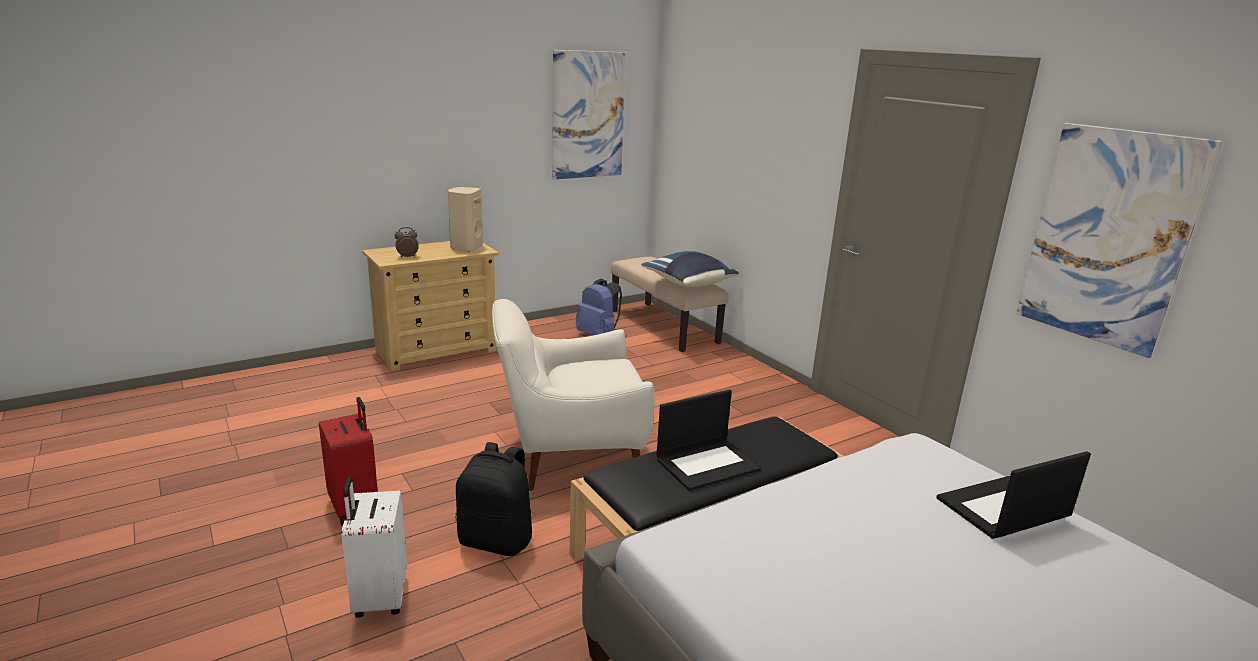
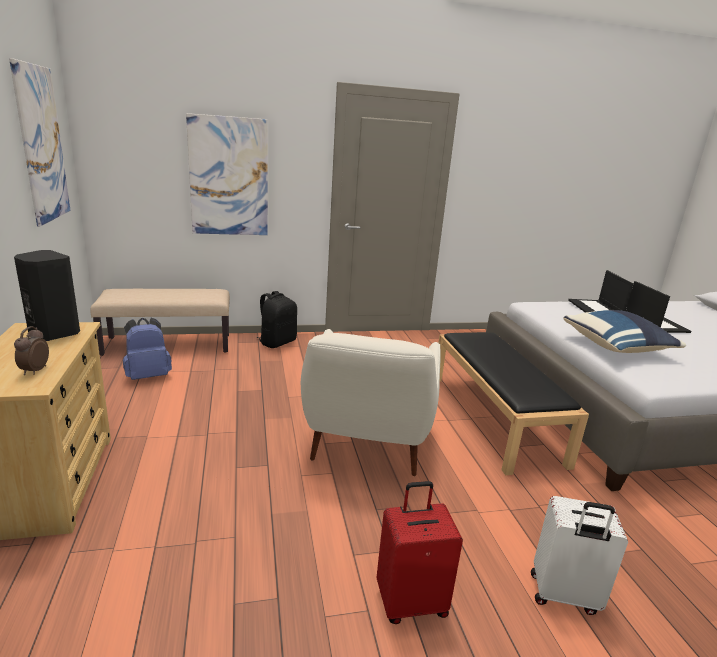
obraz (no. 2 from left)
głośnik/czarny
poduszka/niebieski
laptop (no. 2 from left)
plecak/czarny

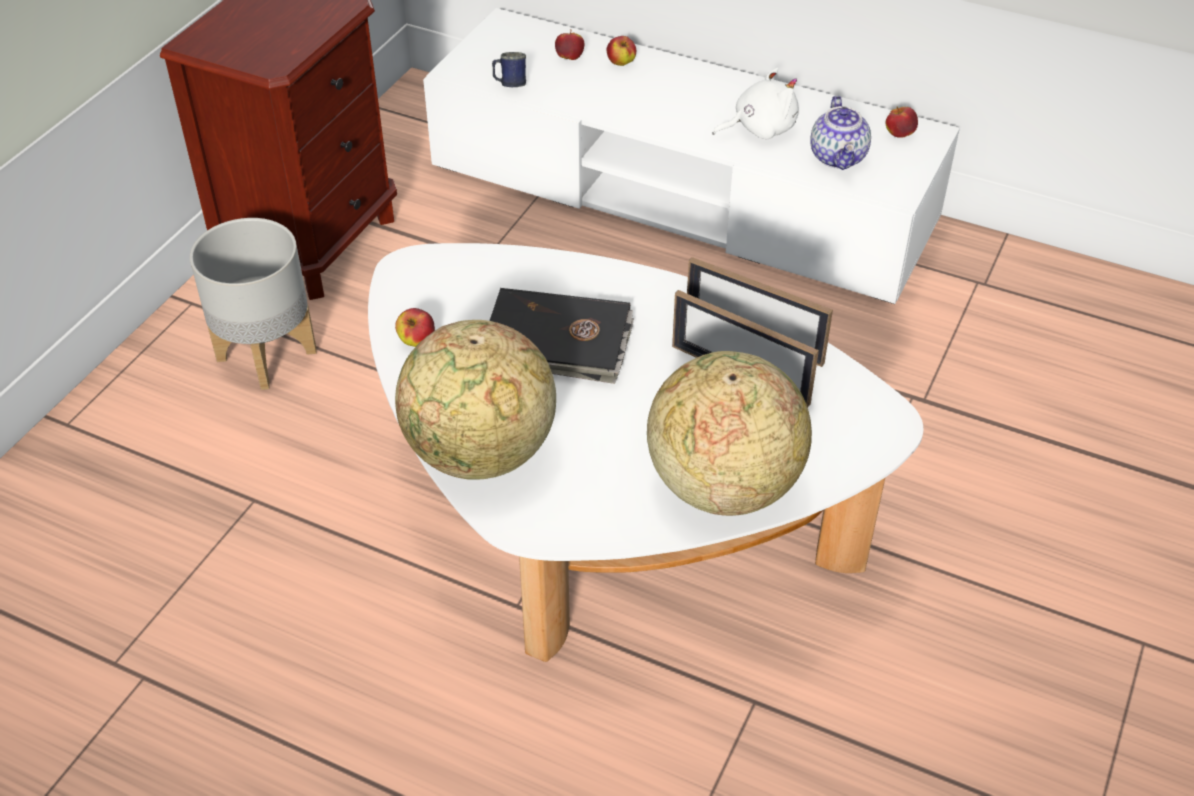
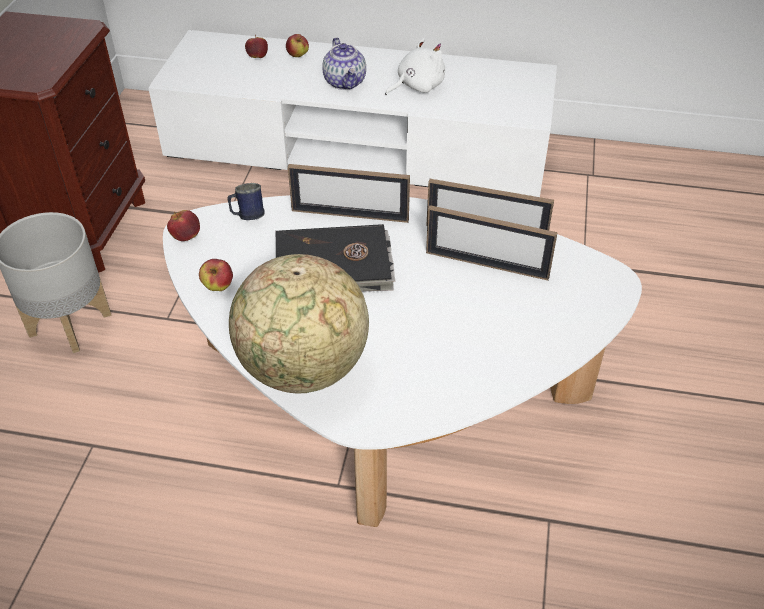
kubek/niebieski
imbryk
jabłko (no. 1 from left)
globus (no. 2 from left in the first image)
ramka na zdjęcie (no. 1 from left)

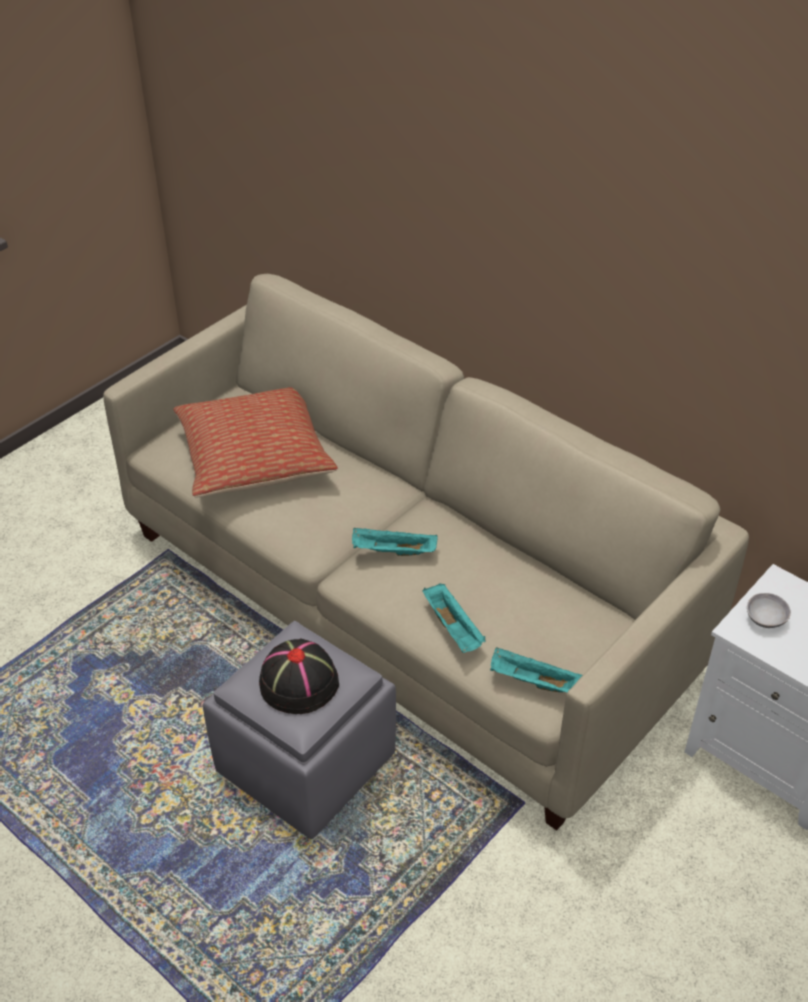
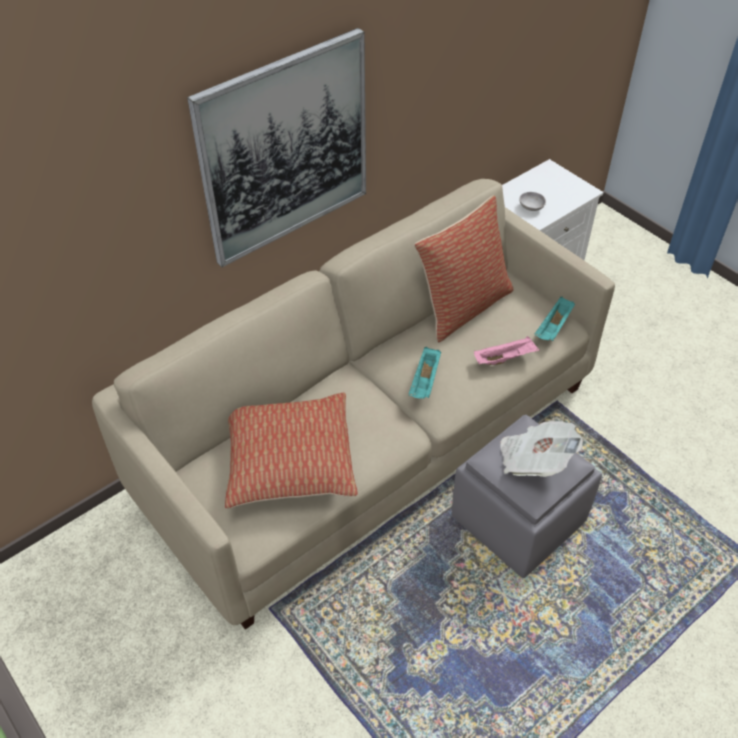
taca/różowy
gazeta
obraz
poduszka (no. 2 from left)

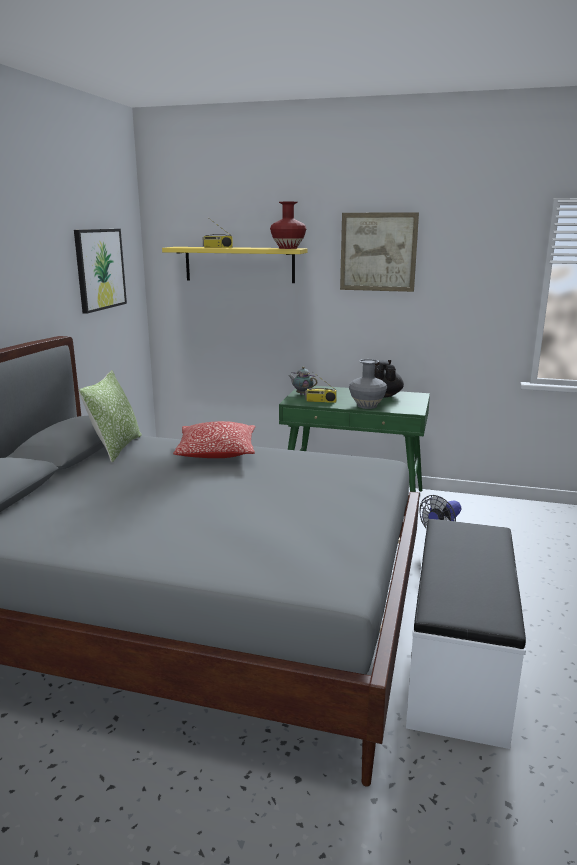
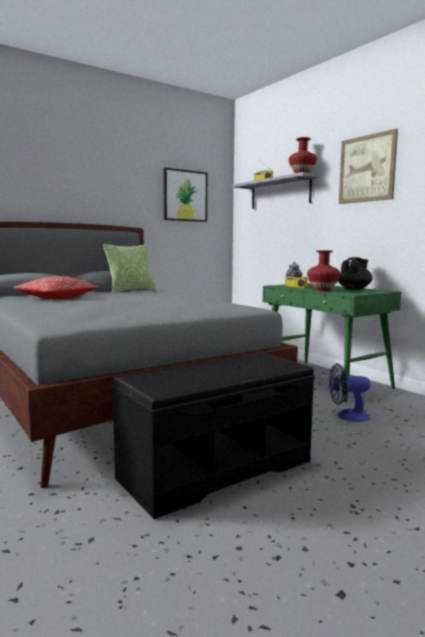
półka/szary
wazon/czerwony (no. 2 from left)
poduszka (no. 1 from left)
ławka/czarny

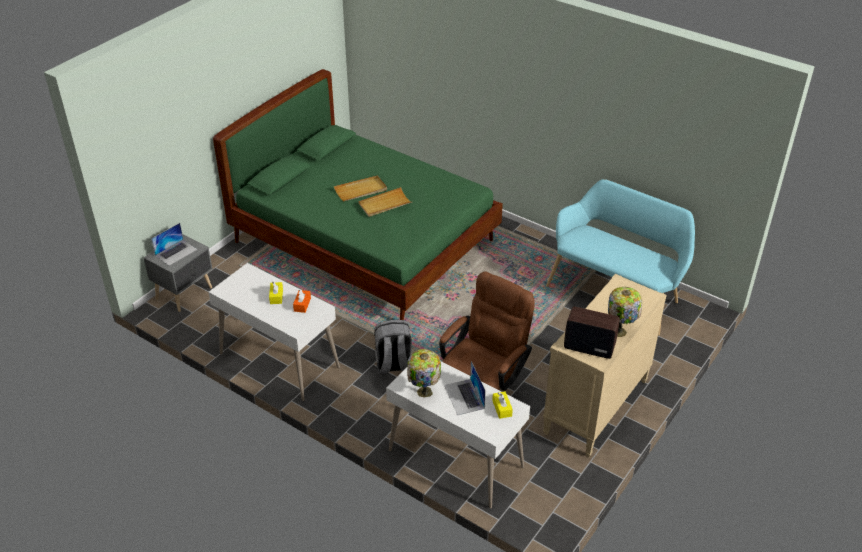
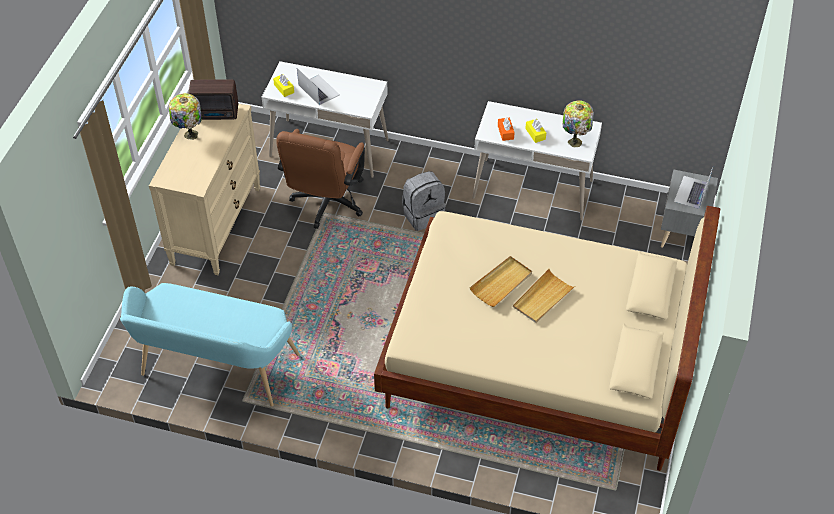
łóżko/beżowy
lampa stołowa (no. 2 from left)

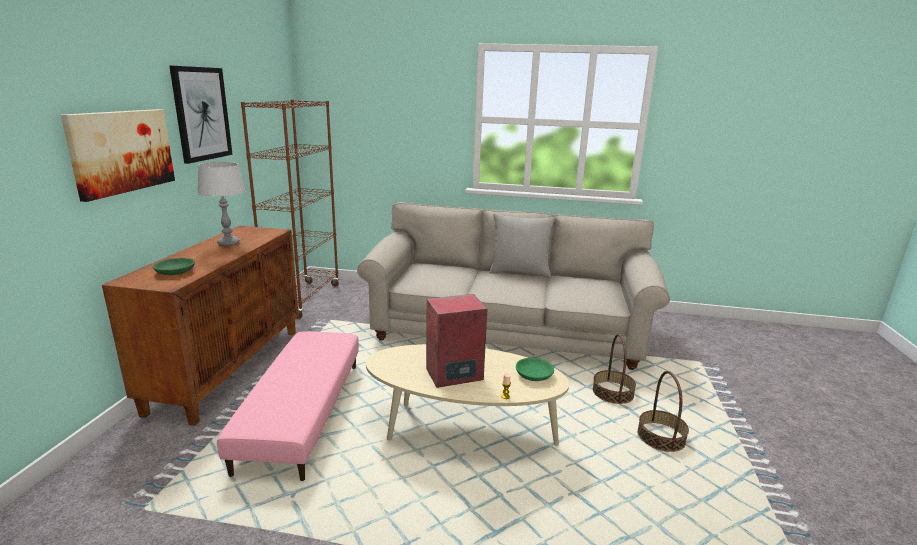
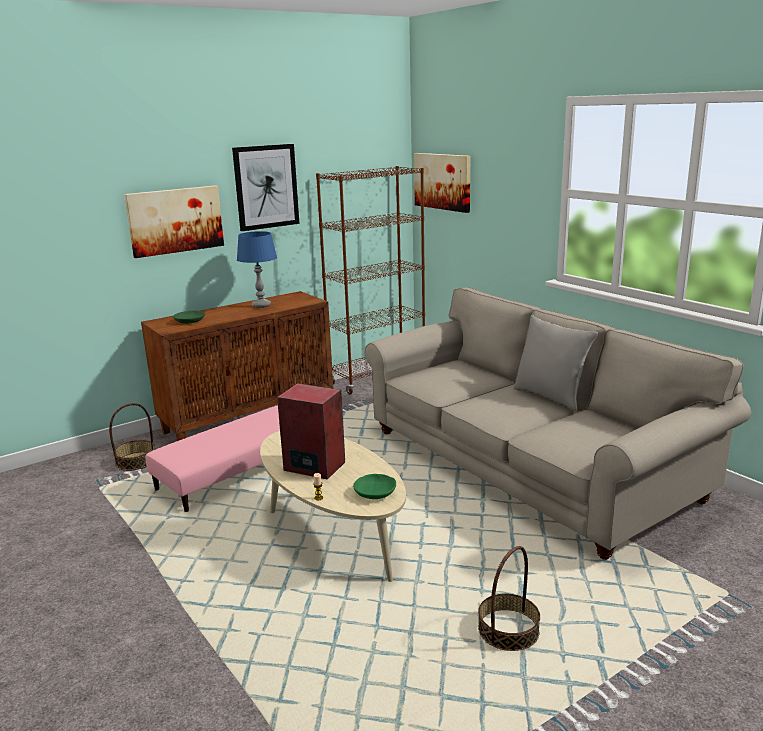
lampa stołowa/niebieski
koszyk (no. 1 from left)
obraz (no. 3 from left)

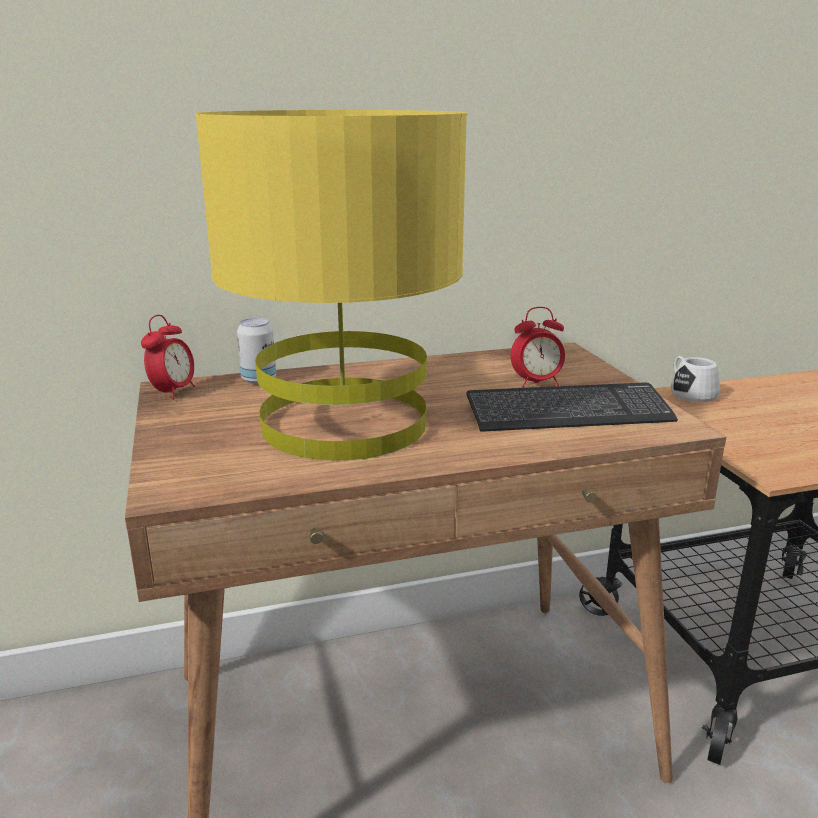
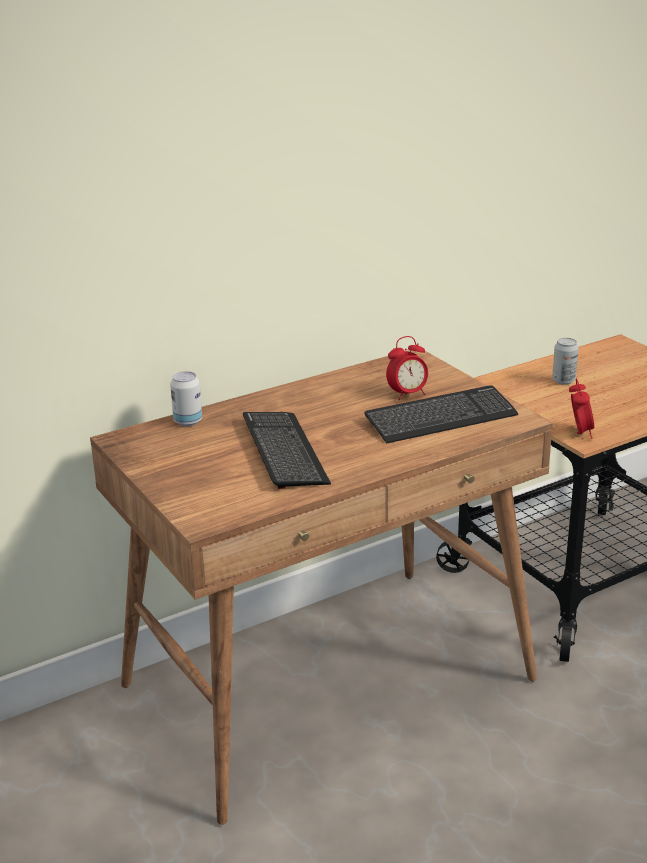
klawiatura (no. 1 from left)
budzik (no. 2 from left)
kubek/biały
puszka (no. 2 from left)

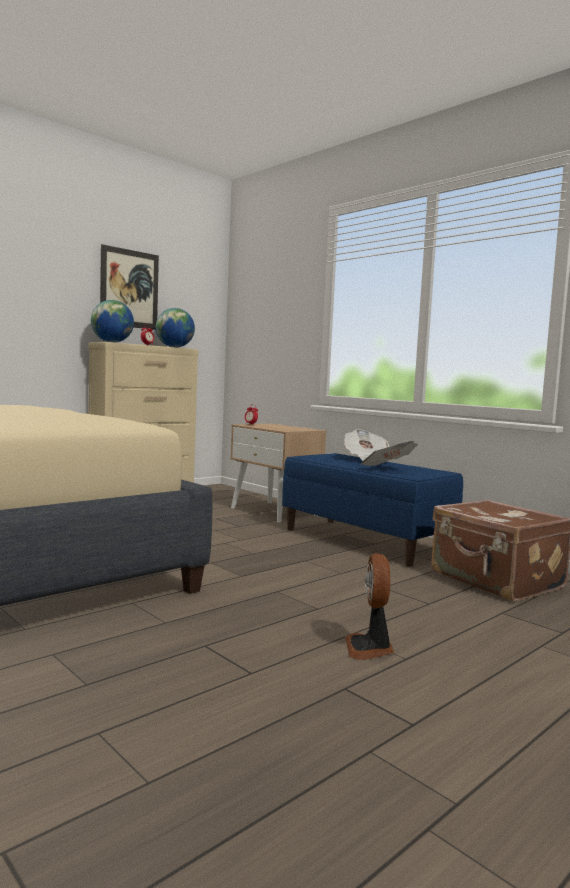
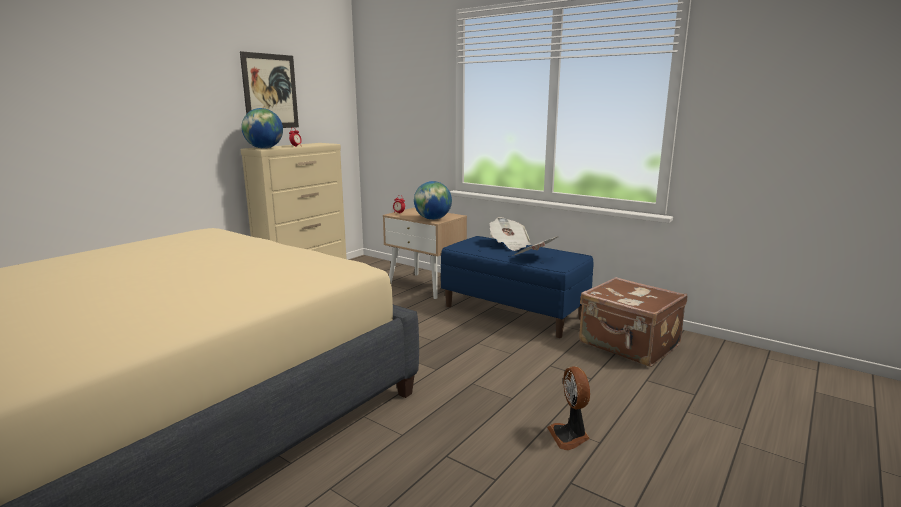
globus (no. 2 from left)

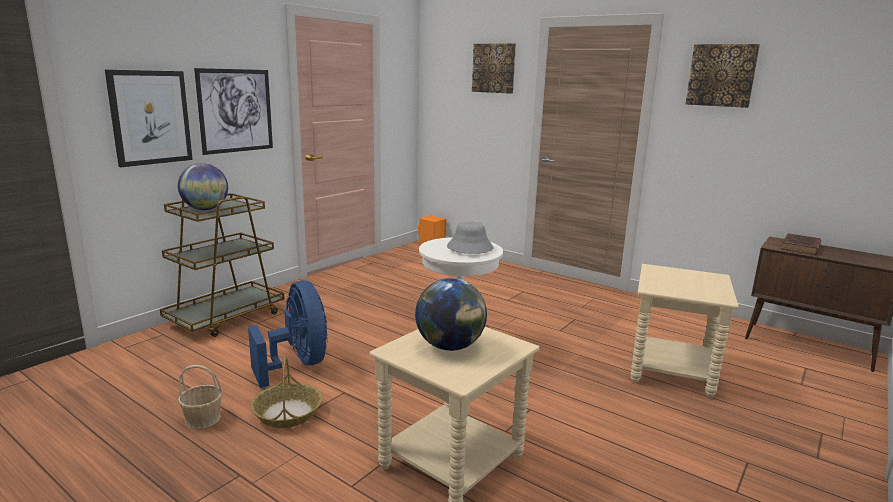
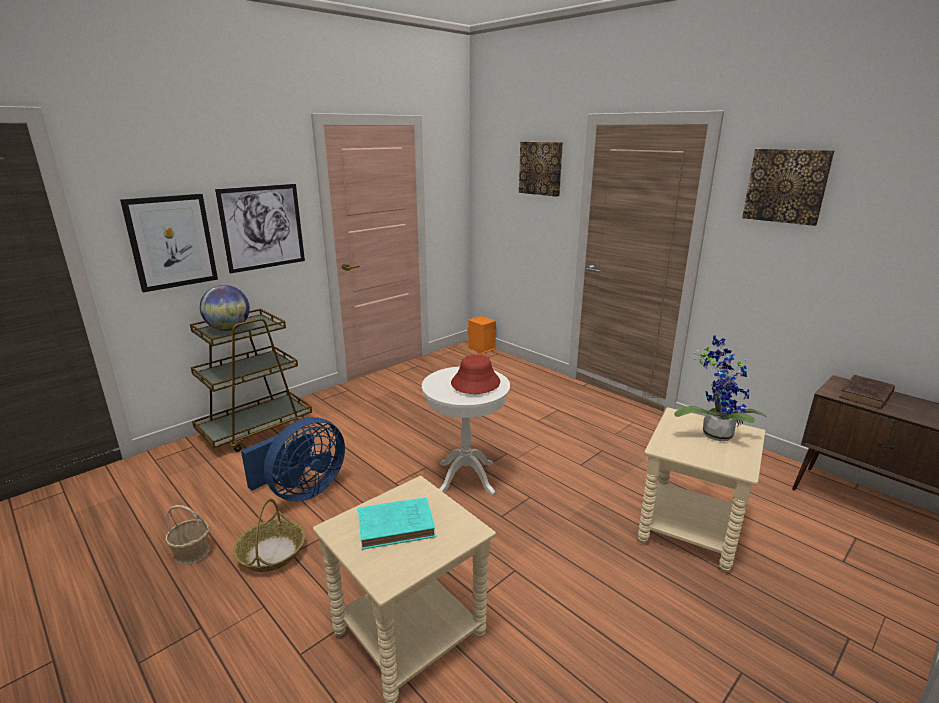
kapelusz/czerwony
książka/turkusowy
wentylator/niebieski
roślina doniczkowa

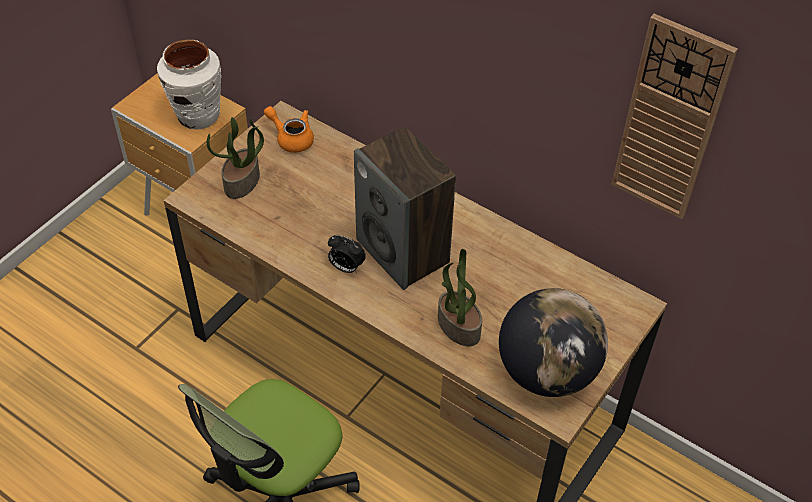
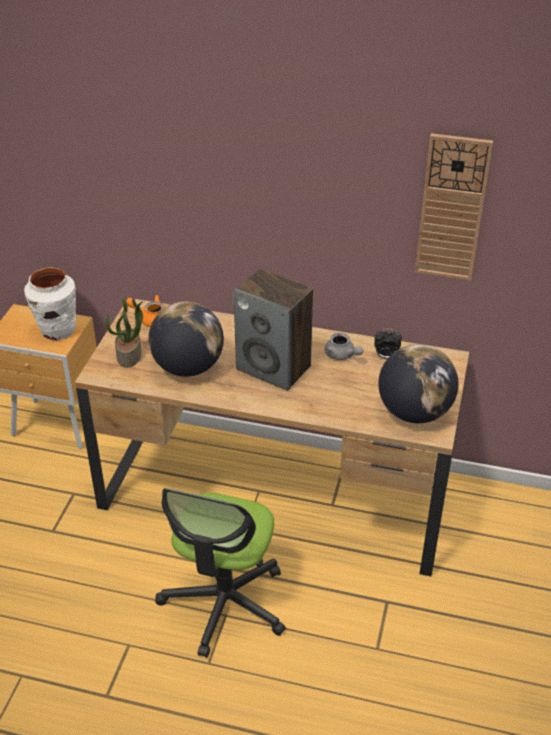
budzik
roślina doniczkowa (no. 2 from left in the first image)
globus (no. 1 from left)
imbryk/szary

